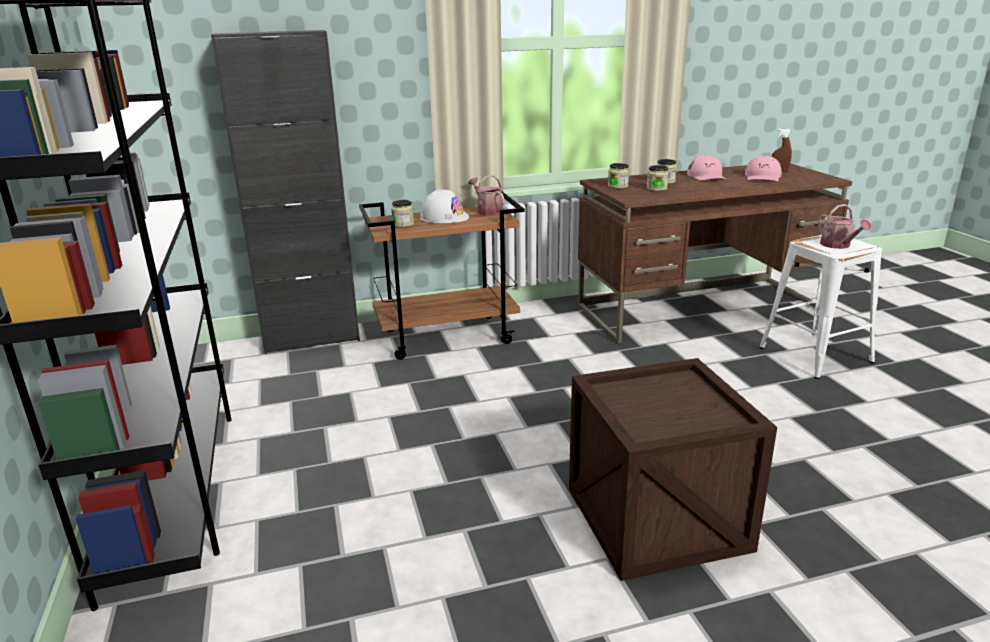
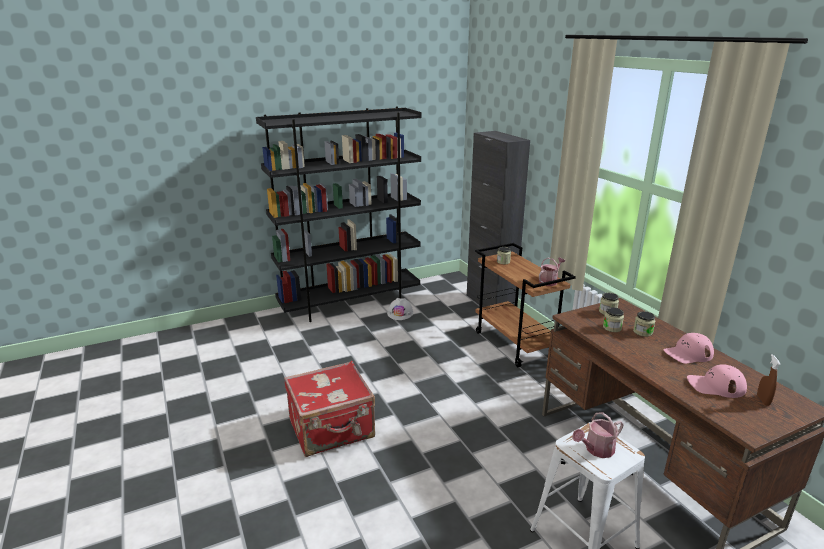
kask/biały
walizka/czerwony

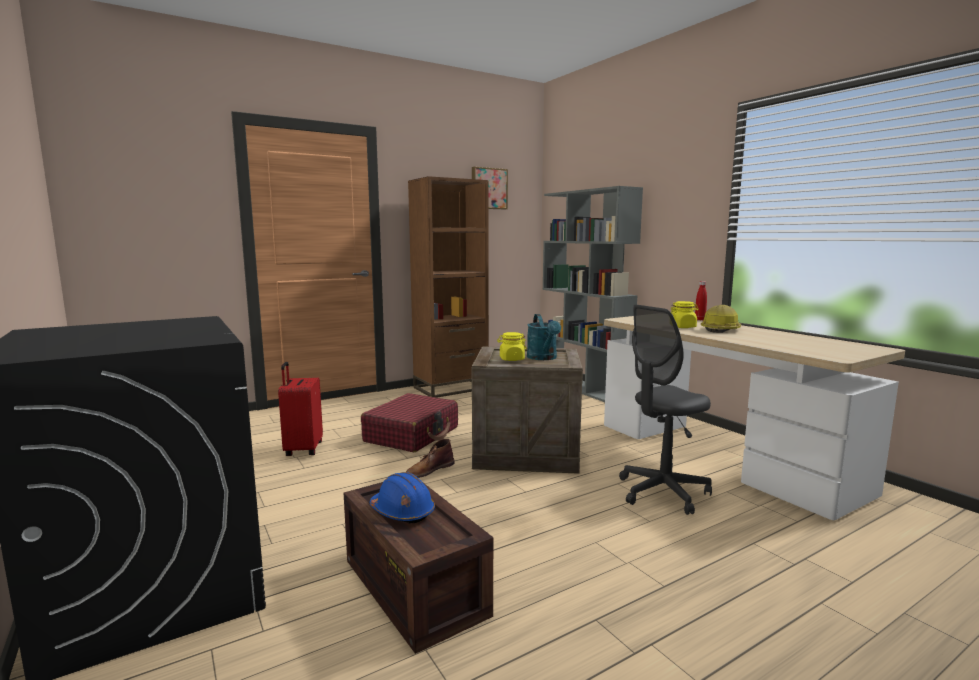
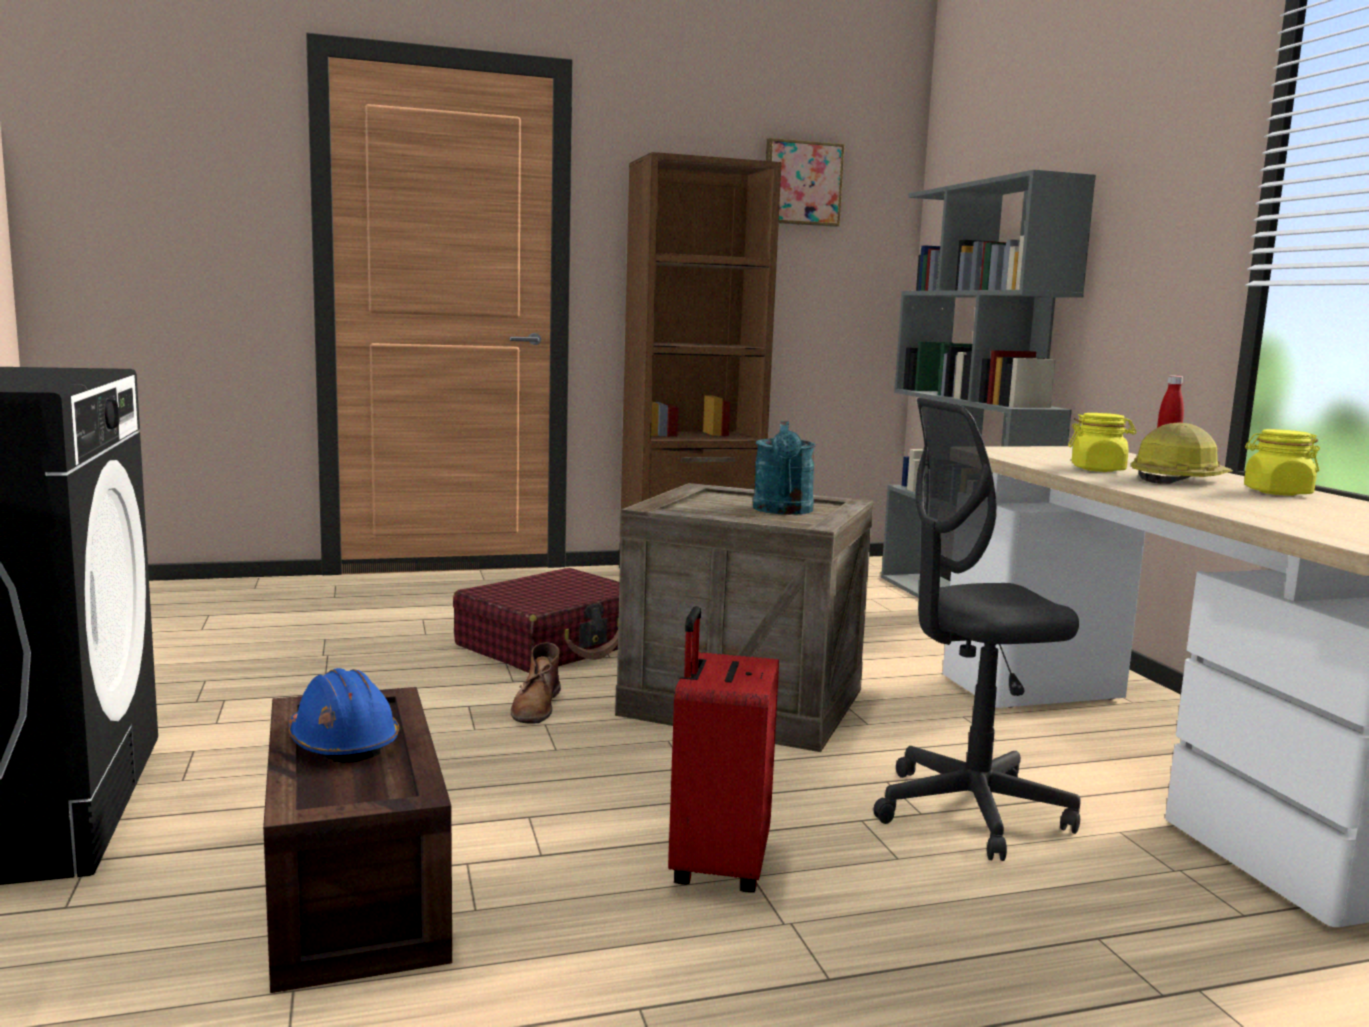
słoik/żółty (no. 2 from left)
walizka/czerwony (no. 2 from left)
but z cholewką/brązowy

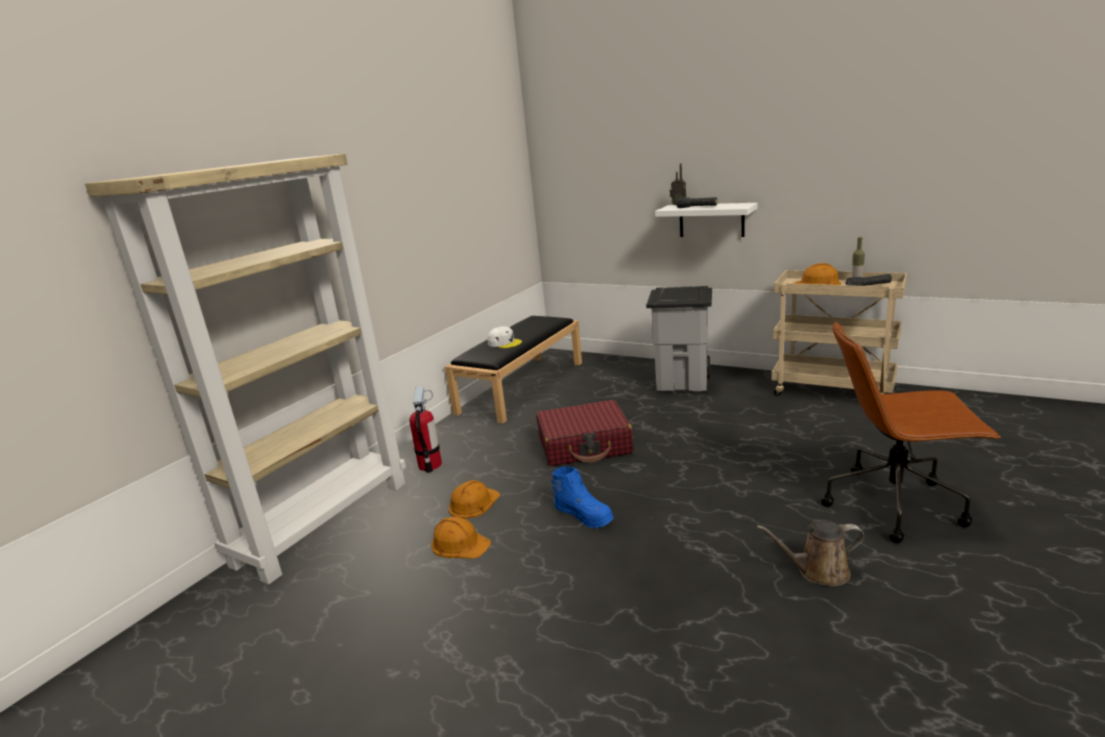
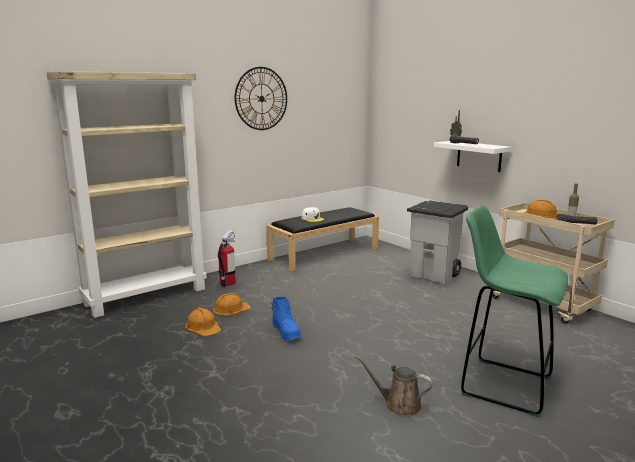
stołek/zielony
walizka/czerwony
zegar ścienny

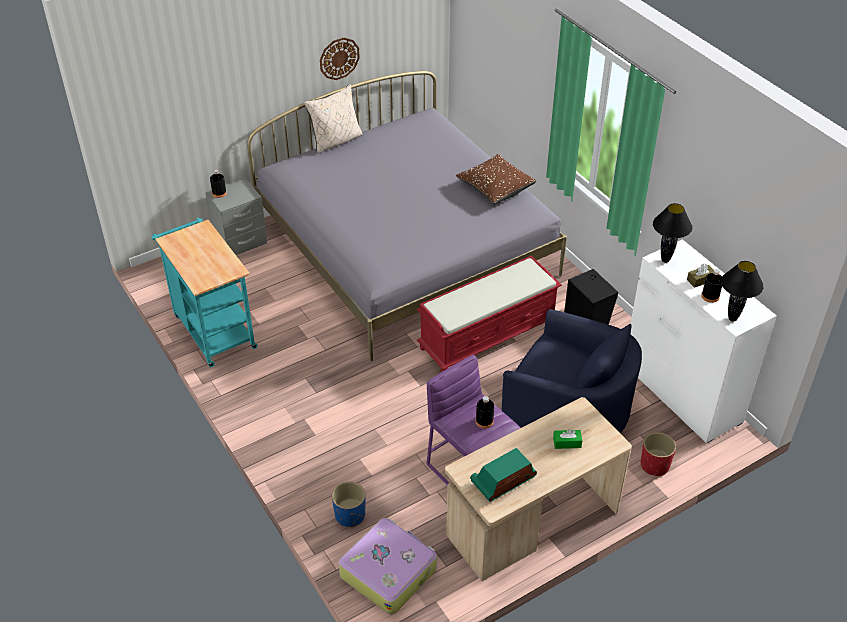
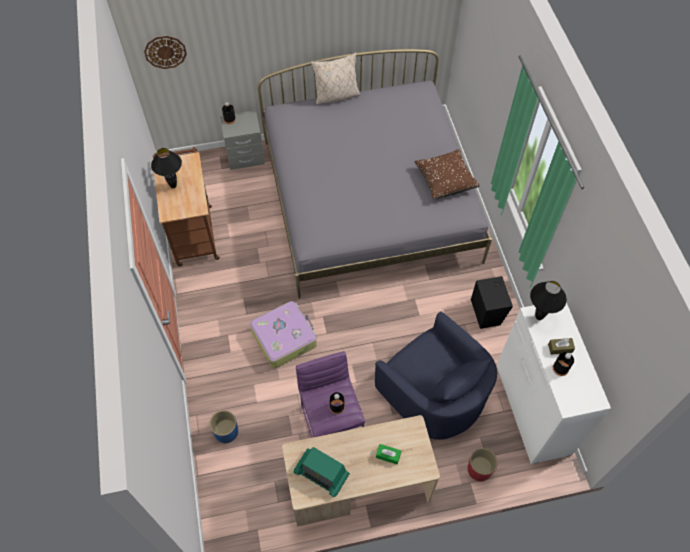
zegar ścienny
wózek/brązowy
ławka/czerwony
lampa stołowa/czarny (no. 1 from left)
radio
walizka

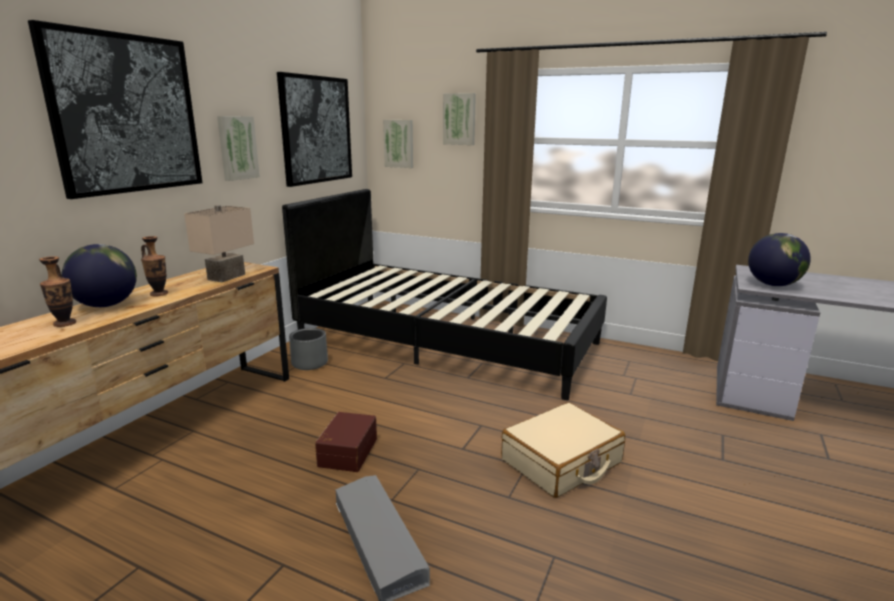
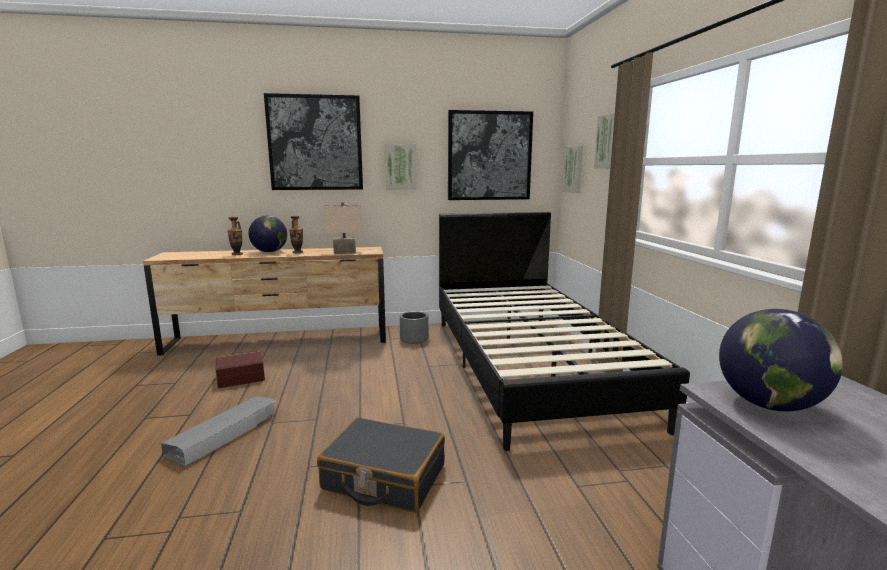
walizka/czarny
pojemnik do przechowywania/brązowy

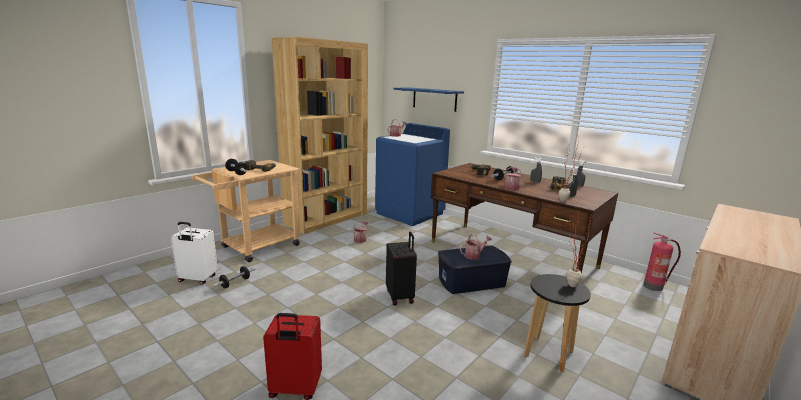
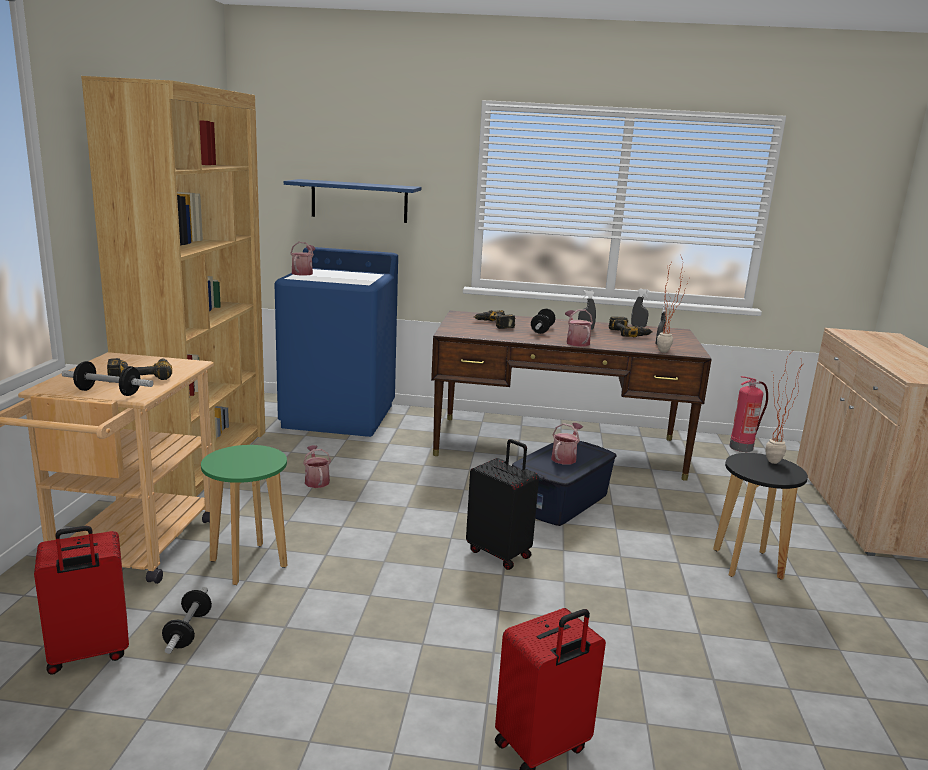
walizka/czerwony (no. 1 from left)
stołek/zielony

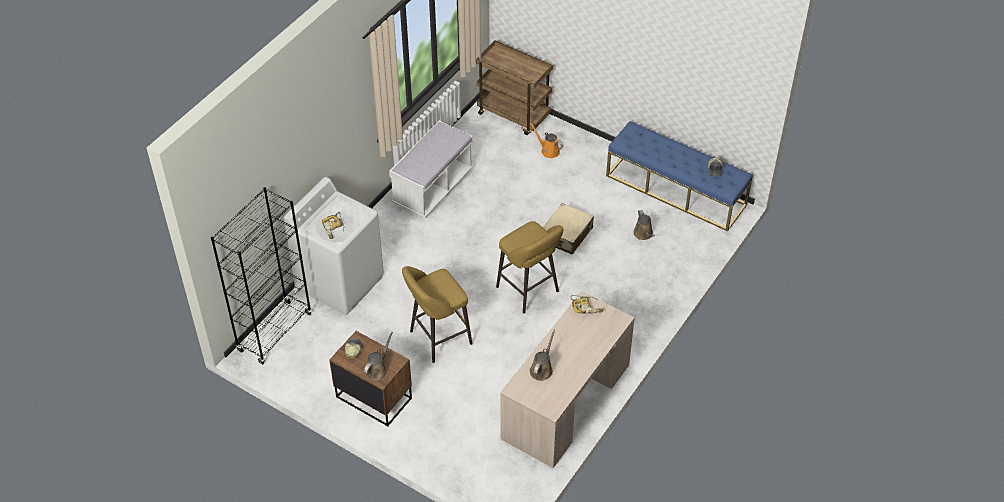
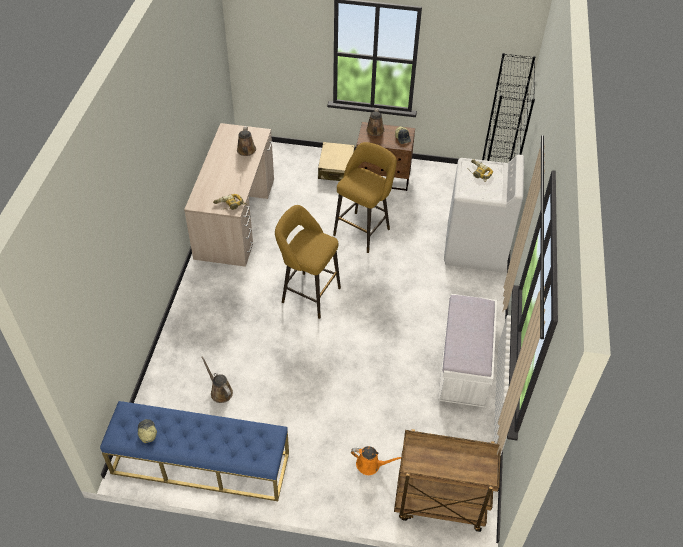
walizka/beżowy

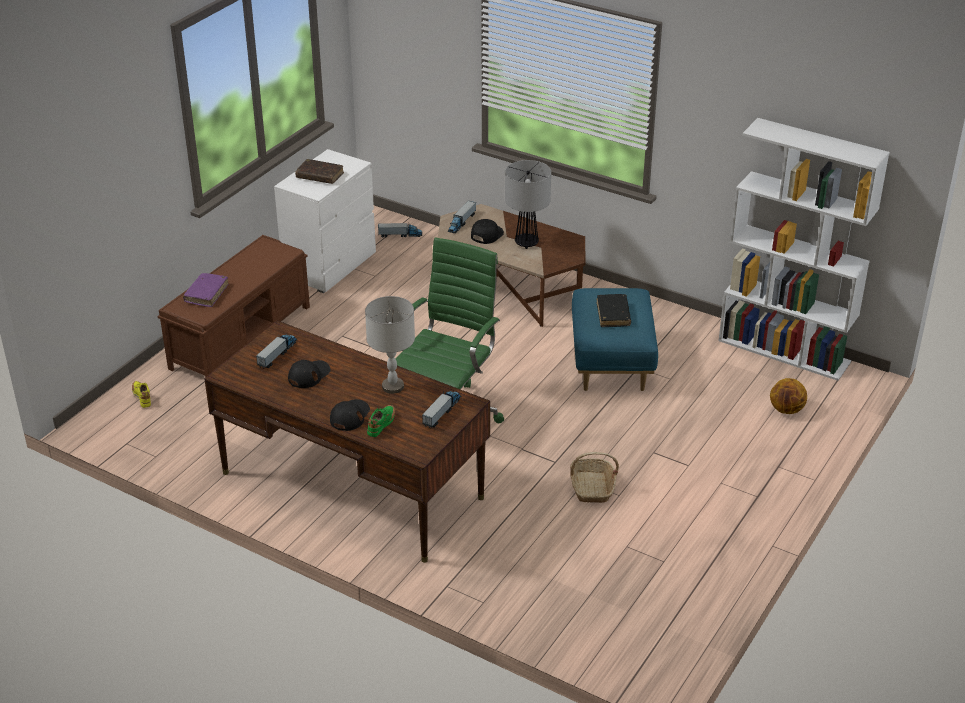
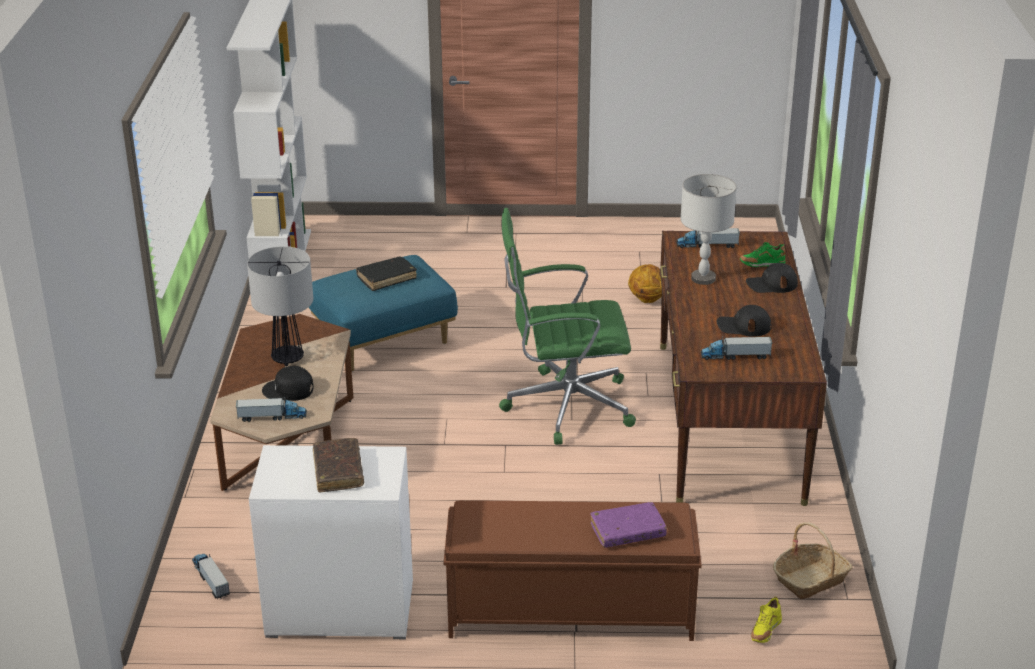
piłka do koszykówki
koszyk

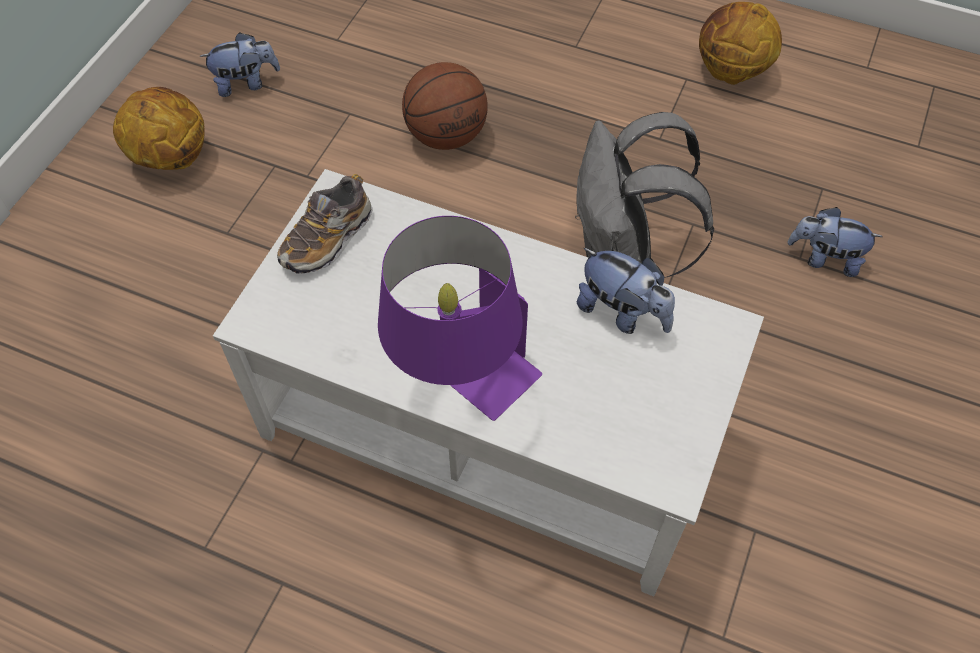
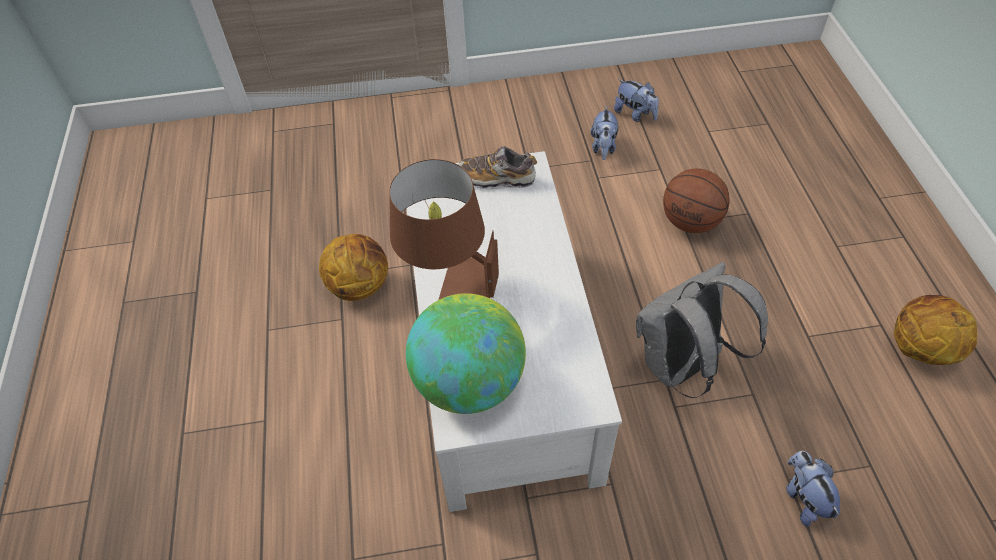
piłka do koszykówki (no. 1 from left)
lampa stołowa/brązowy
pluszak (no. 1 from left)
globus

